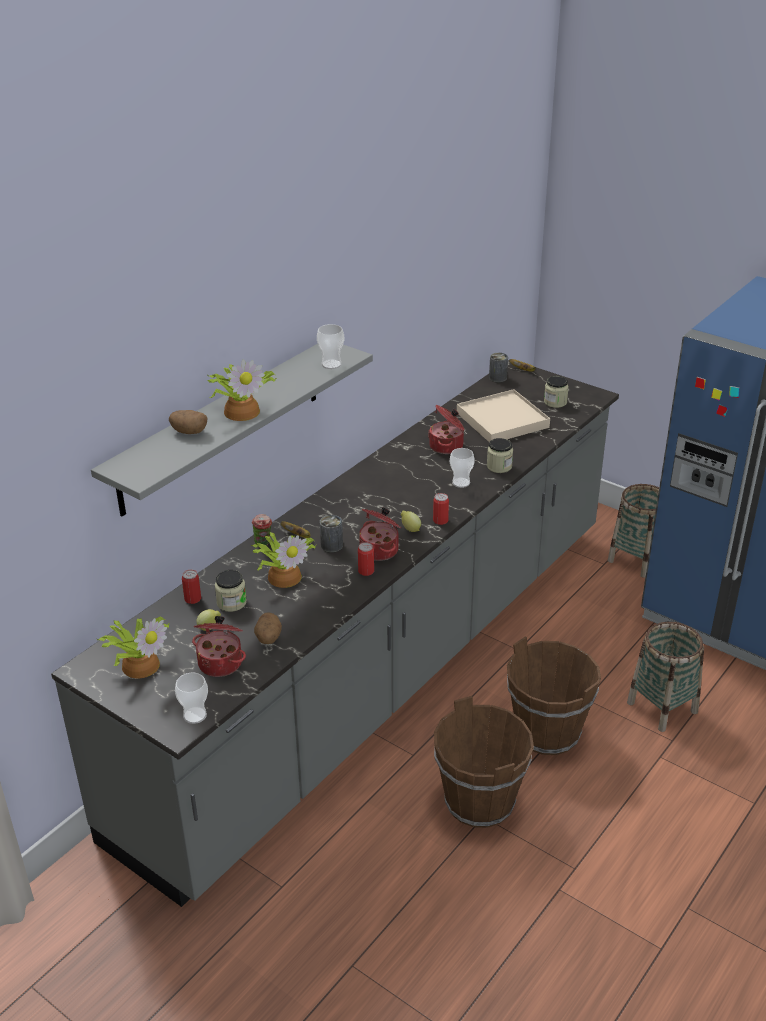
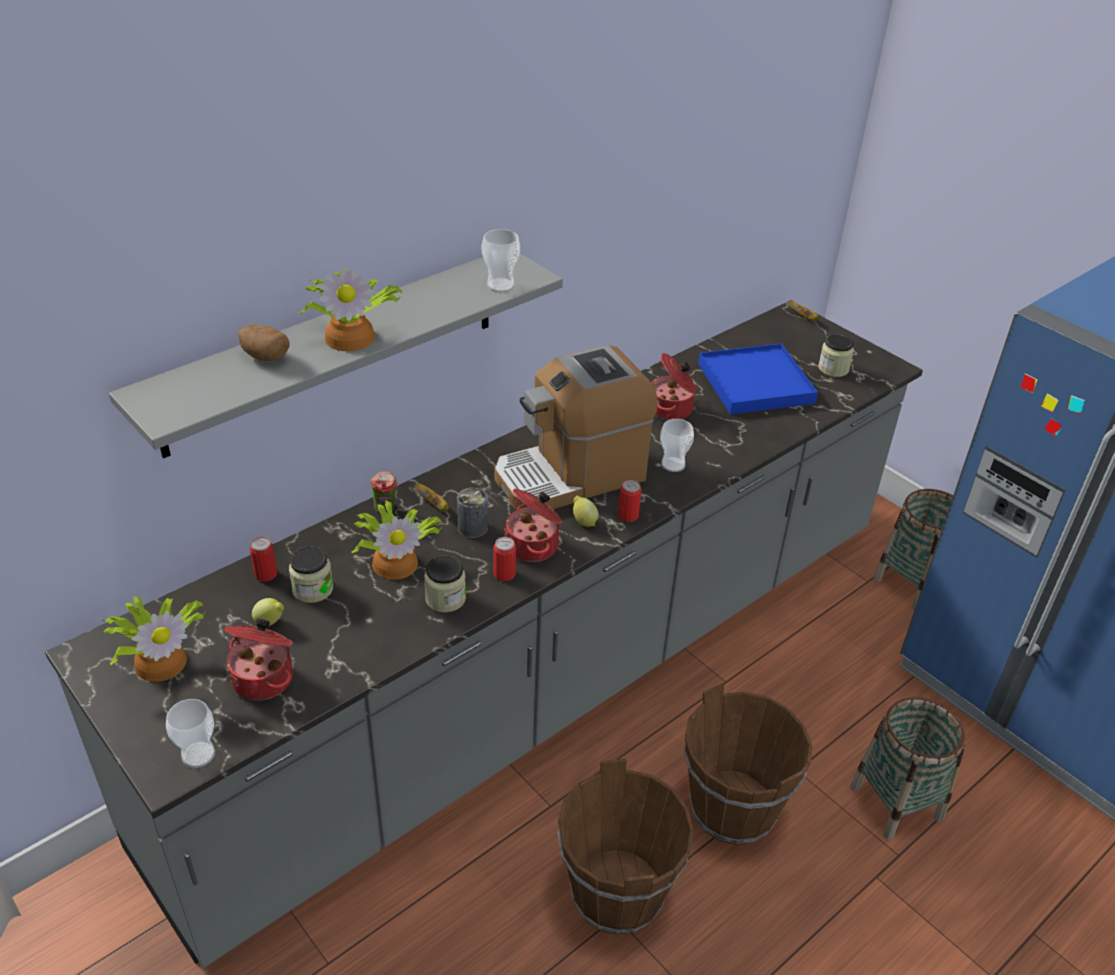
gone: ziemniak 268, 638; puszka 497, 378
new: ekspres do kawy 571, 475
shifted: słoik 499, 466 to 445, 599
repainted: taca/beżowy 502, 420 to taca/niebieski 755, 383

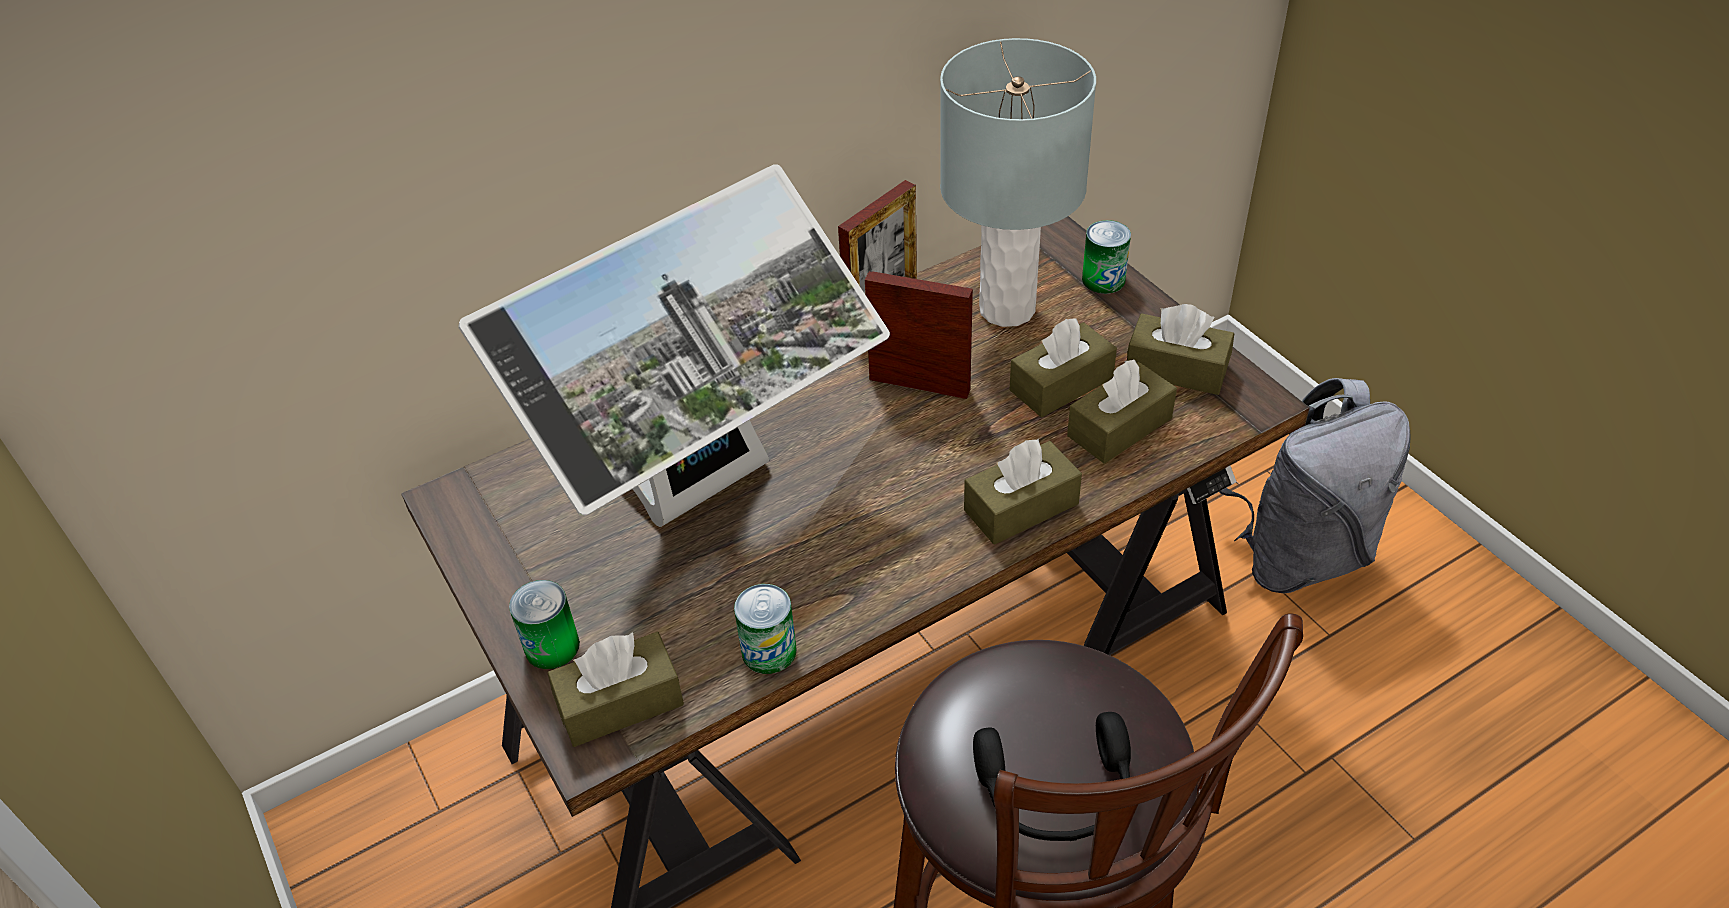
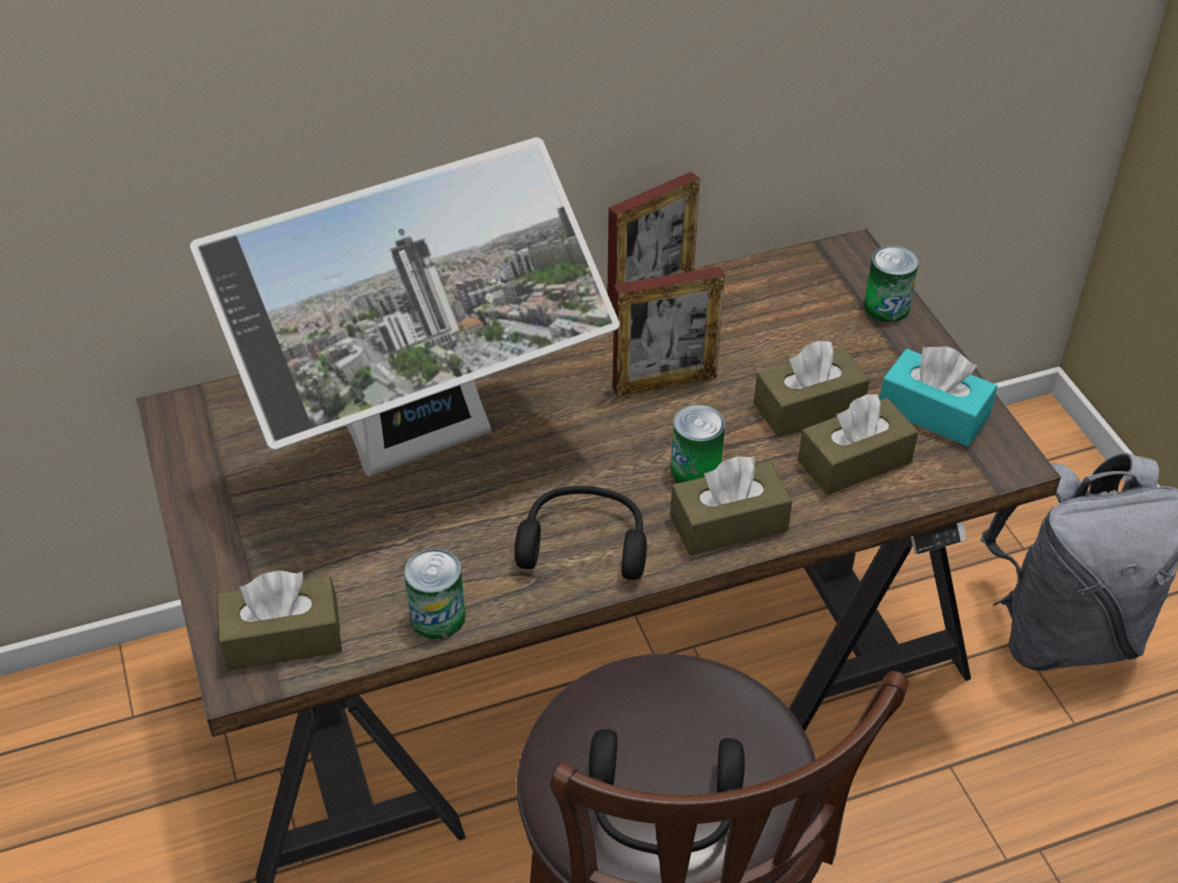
gone: lampa stołowa/szary 1007, 309
new: słuchawki/czarny 584, 543
shifted: puszka 552, 646 to 695, 470
repainted: pudełko chusteczek/brązowy 1176, 369 to pudełko chusteczek/turkusowy 933, 412
rotated: ramka na zdjęcie 919, 384 = 664, 382 135 degrees clockwise

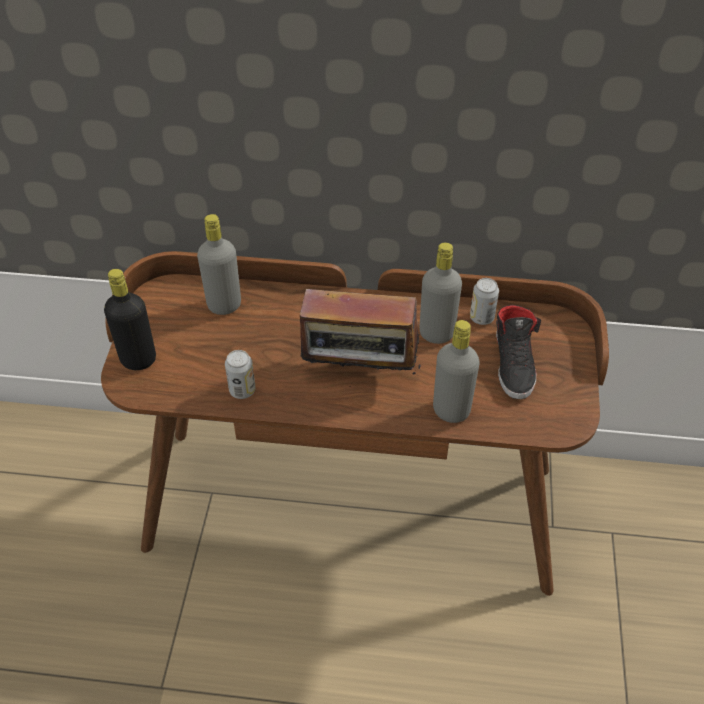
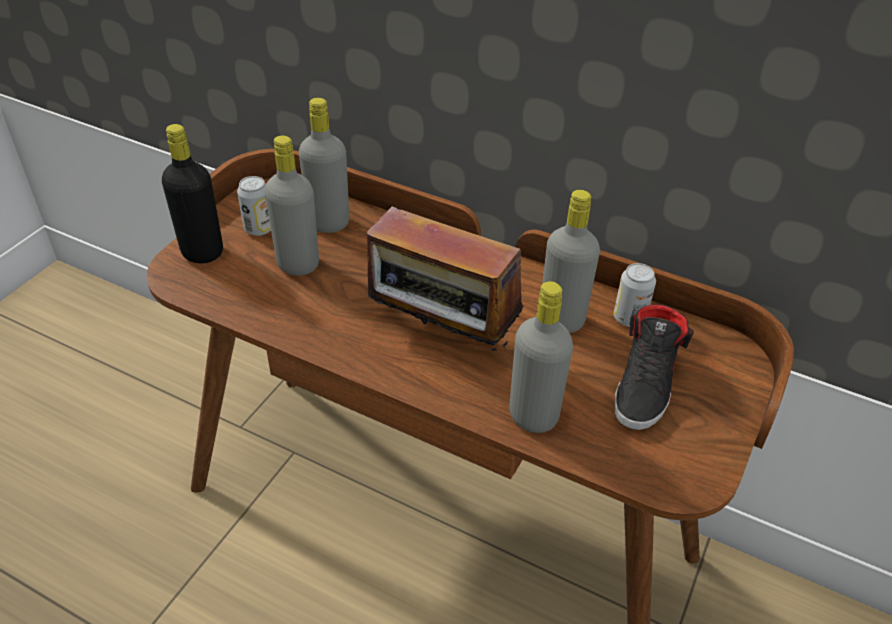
new: butelka/szary 298, 264
shifted: puszka 242, 390 to 259, 229

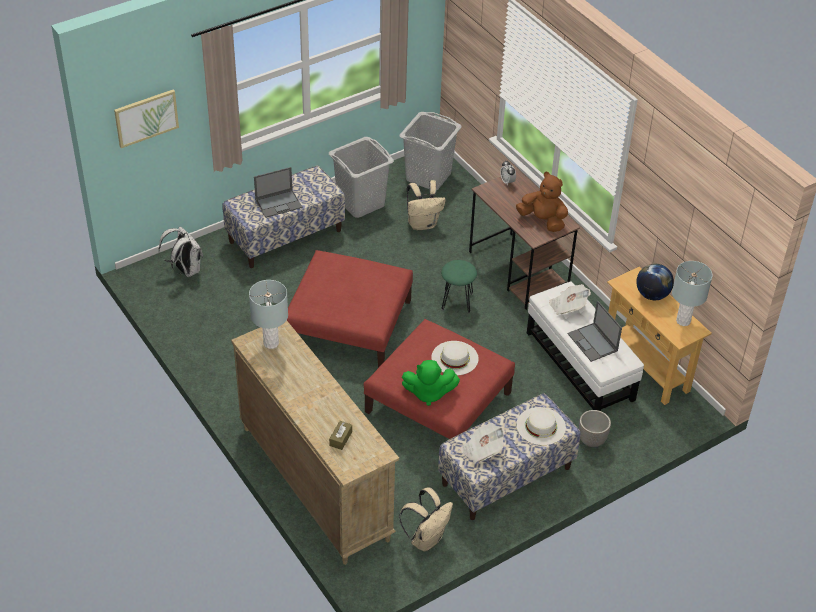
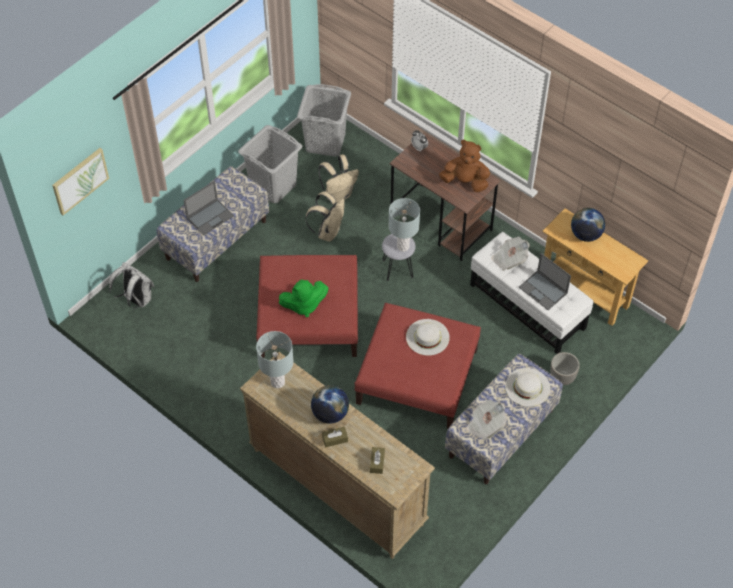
new: globus 330, 413; pudełko chusteczek/brązowy 335, 439
shifted: plecak/beżowy 426, 539 to 328, 232; pluszak/zielony 428, 393 to 303, 305; lampa stołowa/szary 683, 321 to 403, 246
repainted: stołek/zielony 456, 301 to stołek/szary 397, 268

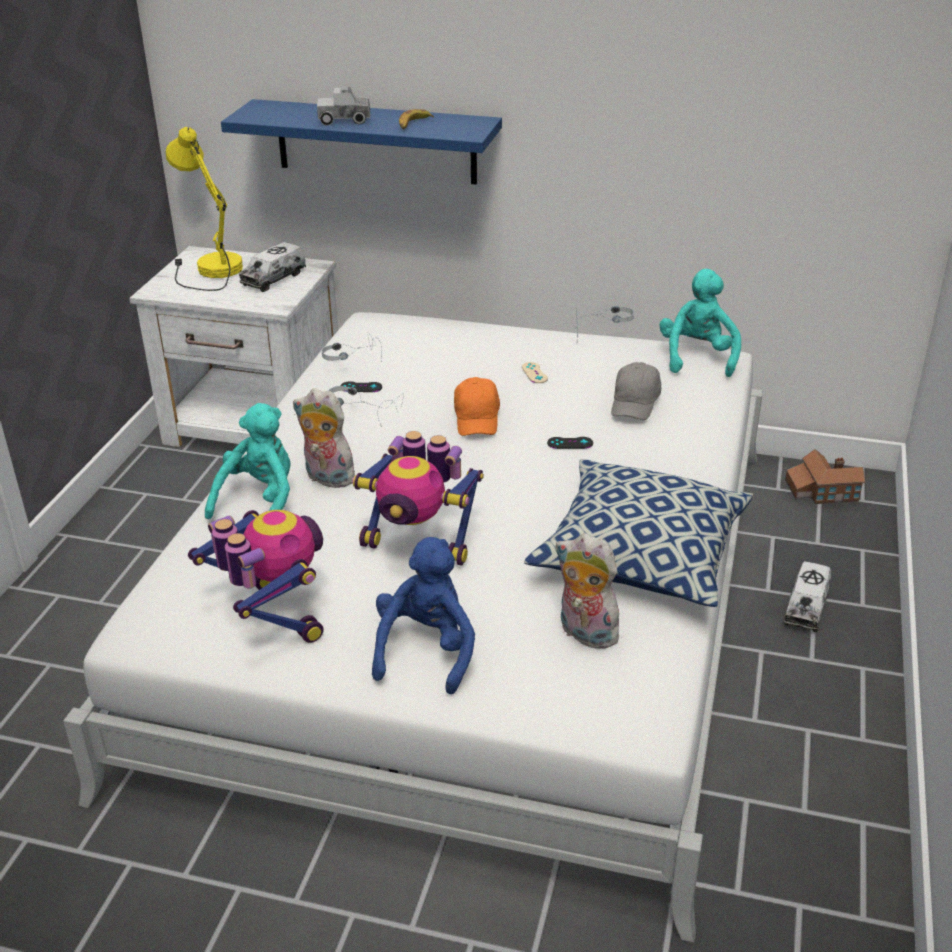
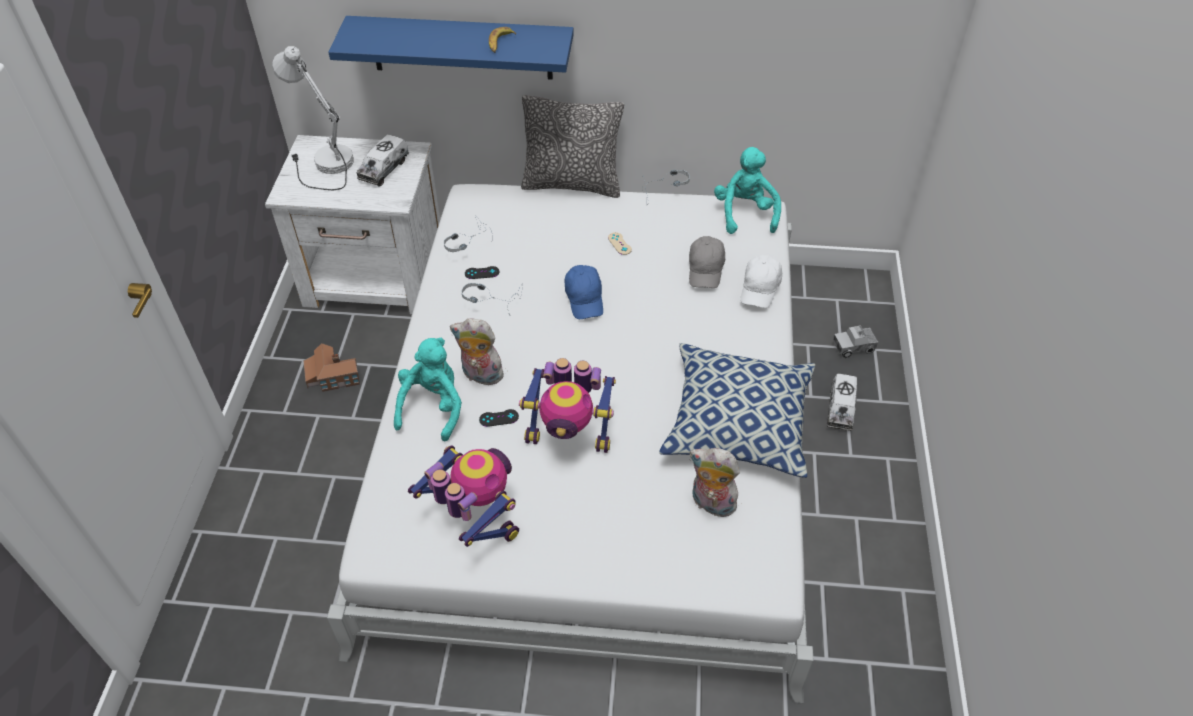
gone: pluszak/niebieski 426, 650
new: poduszka 572, 184; czapka z daszkiem/biały 760, 288
shifted: ciężarówka zabawkowa 344, 120 to 854, 347; pad do gier/czarny 570, 443 to 499, 418; domek 821, 491 to 332, 376
repainted: lampa stołowa/żółty 205, 270 to lampa stołowa/biały 321, 164; czapka z daszkiem/pomarańczowy 477, 419 to czapka z daszkiem/niebieski 585, 298

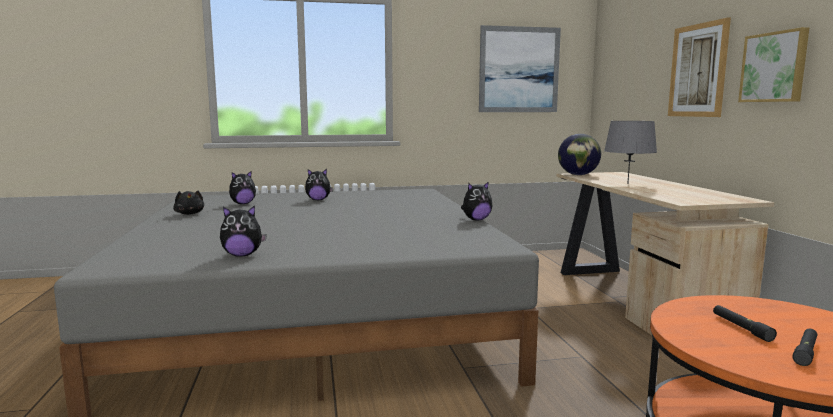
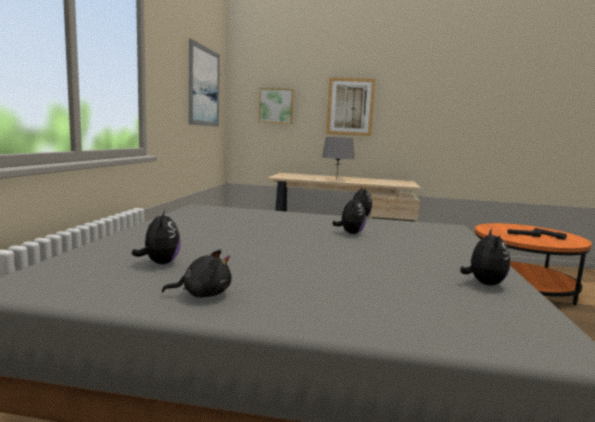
gone: globus 578, 175
shifted: pluszak 318, 200 to 350, 233; obraz 774, 67 to 276, 106

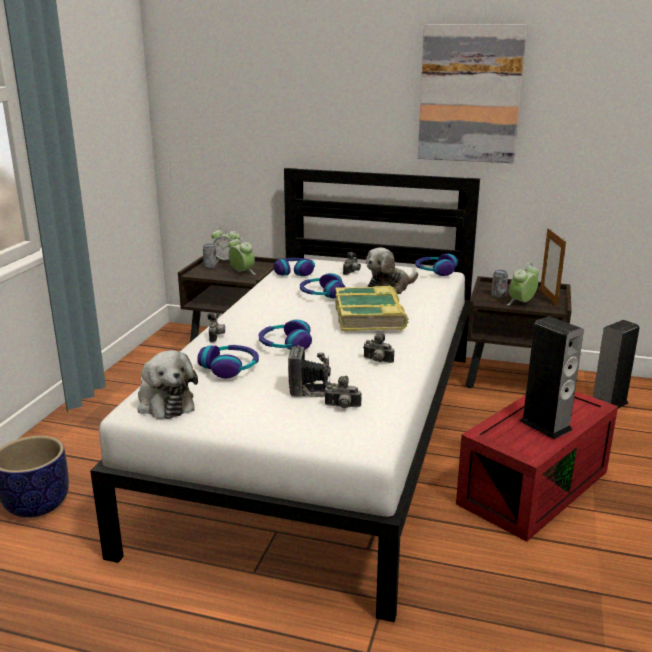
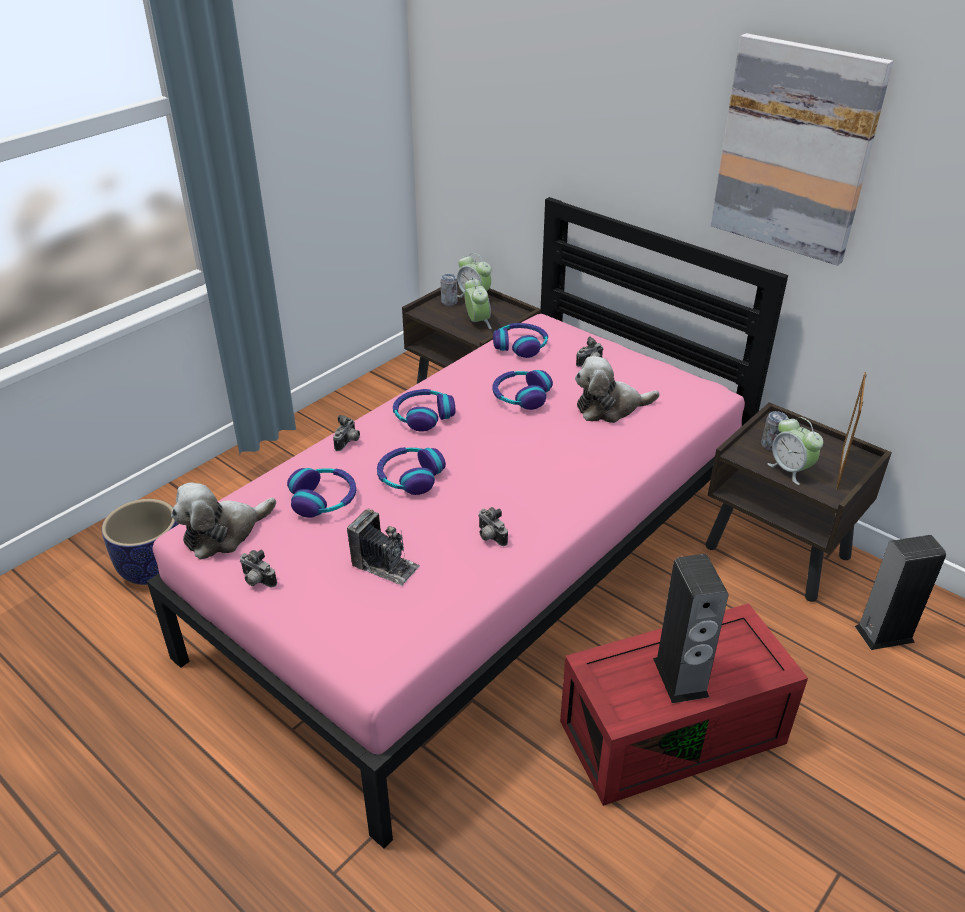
gone: książka 370, 316
shifted: aparat fotograficzny 342, 407 to 256, 581; słuchawki 435, 271 to 423, 416
repainted: łóżko/biały 326, 437 to łóżko/różowy 482, 572
rotated: pluszak 164, 402 = 224, 533 60 degrees clockwise; budzik 521, 303 = 790, 470 105 degrees counterclockwise

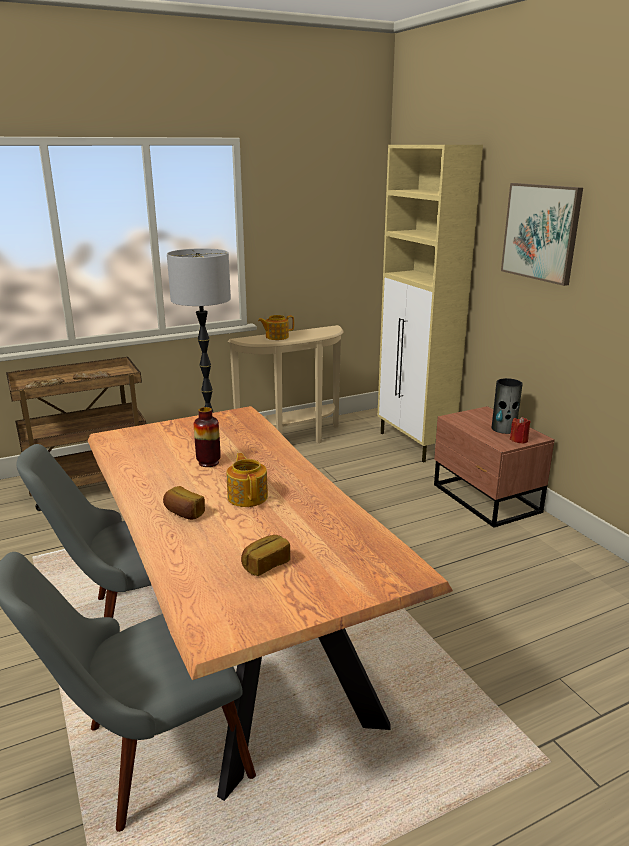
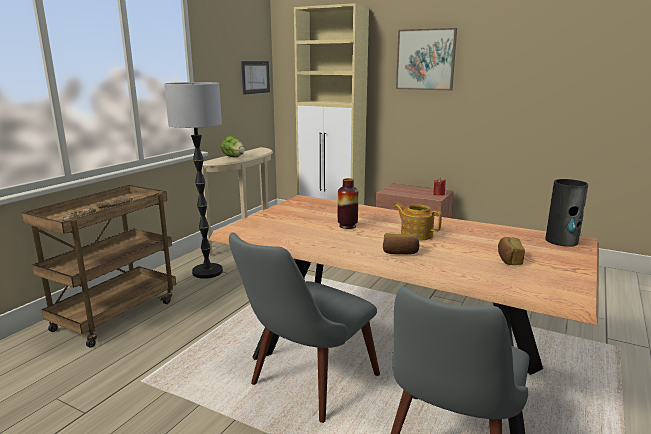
new: obraz 255, 77
shifted: wazon 504, 429 to 562, 241
swapped: imbryk 276, 337 to sałata 233, 157

